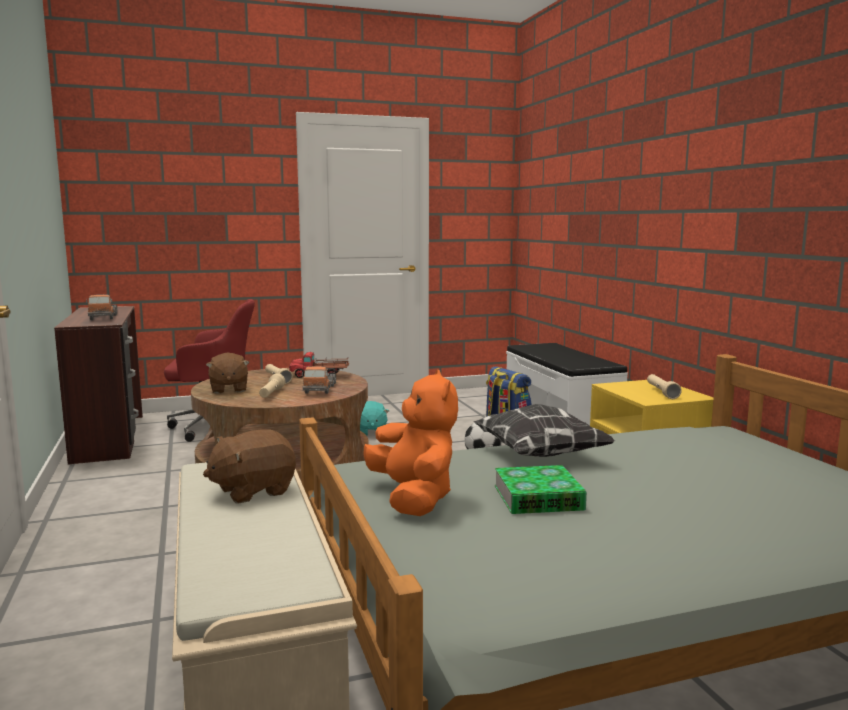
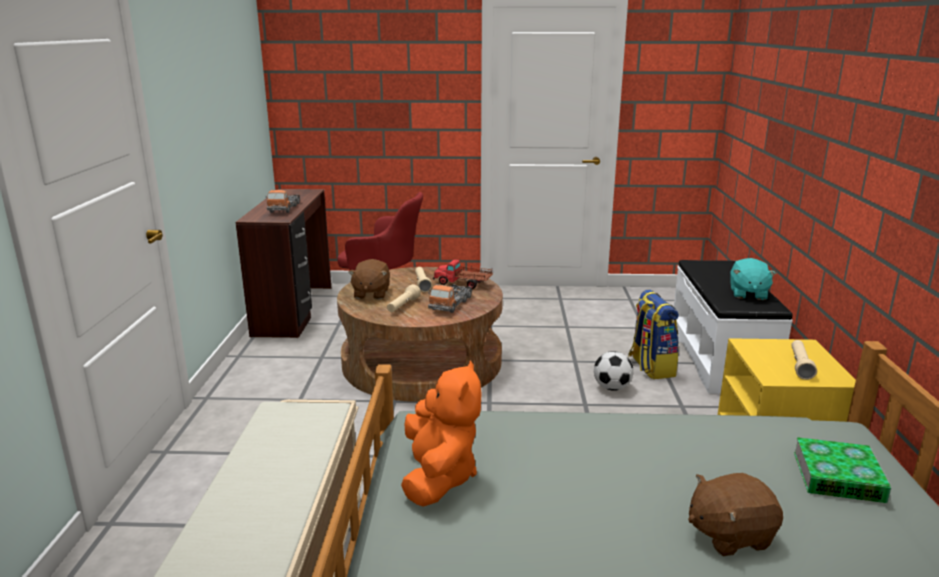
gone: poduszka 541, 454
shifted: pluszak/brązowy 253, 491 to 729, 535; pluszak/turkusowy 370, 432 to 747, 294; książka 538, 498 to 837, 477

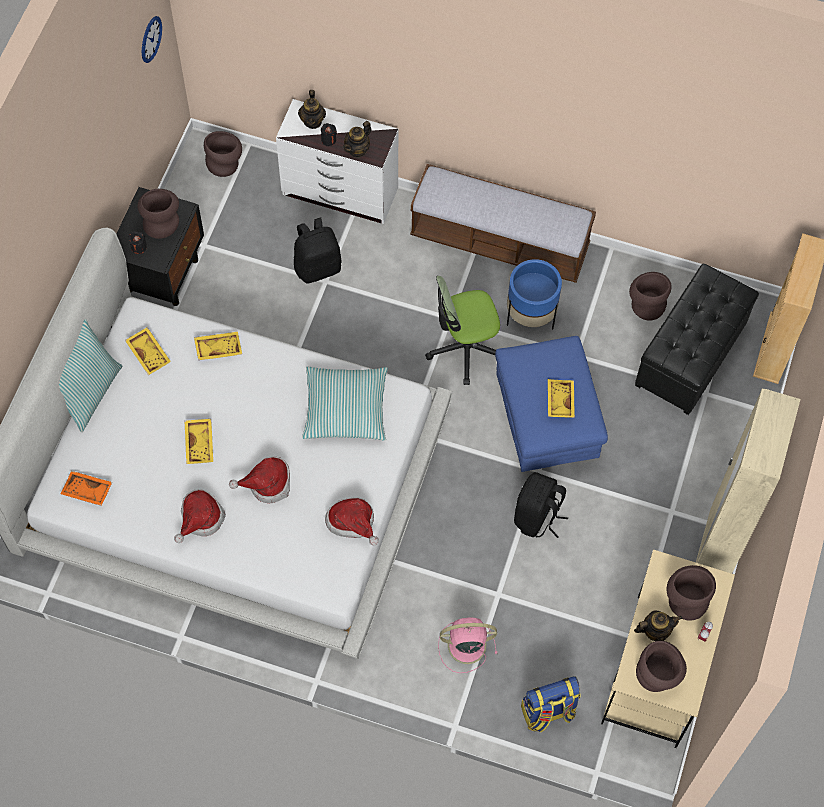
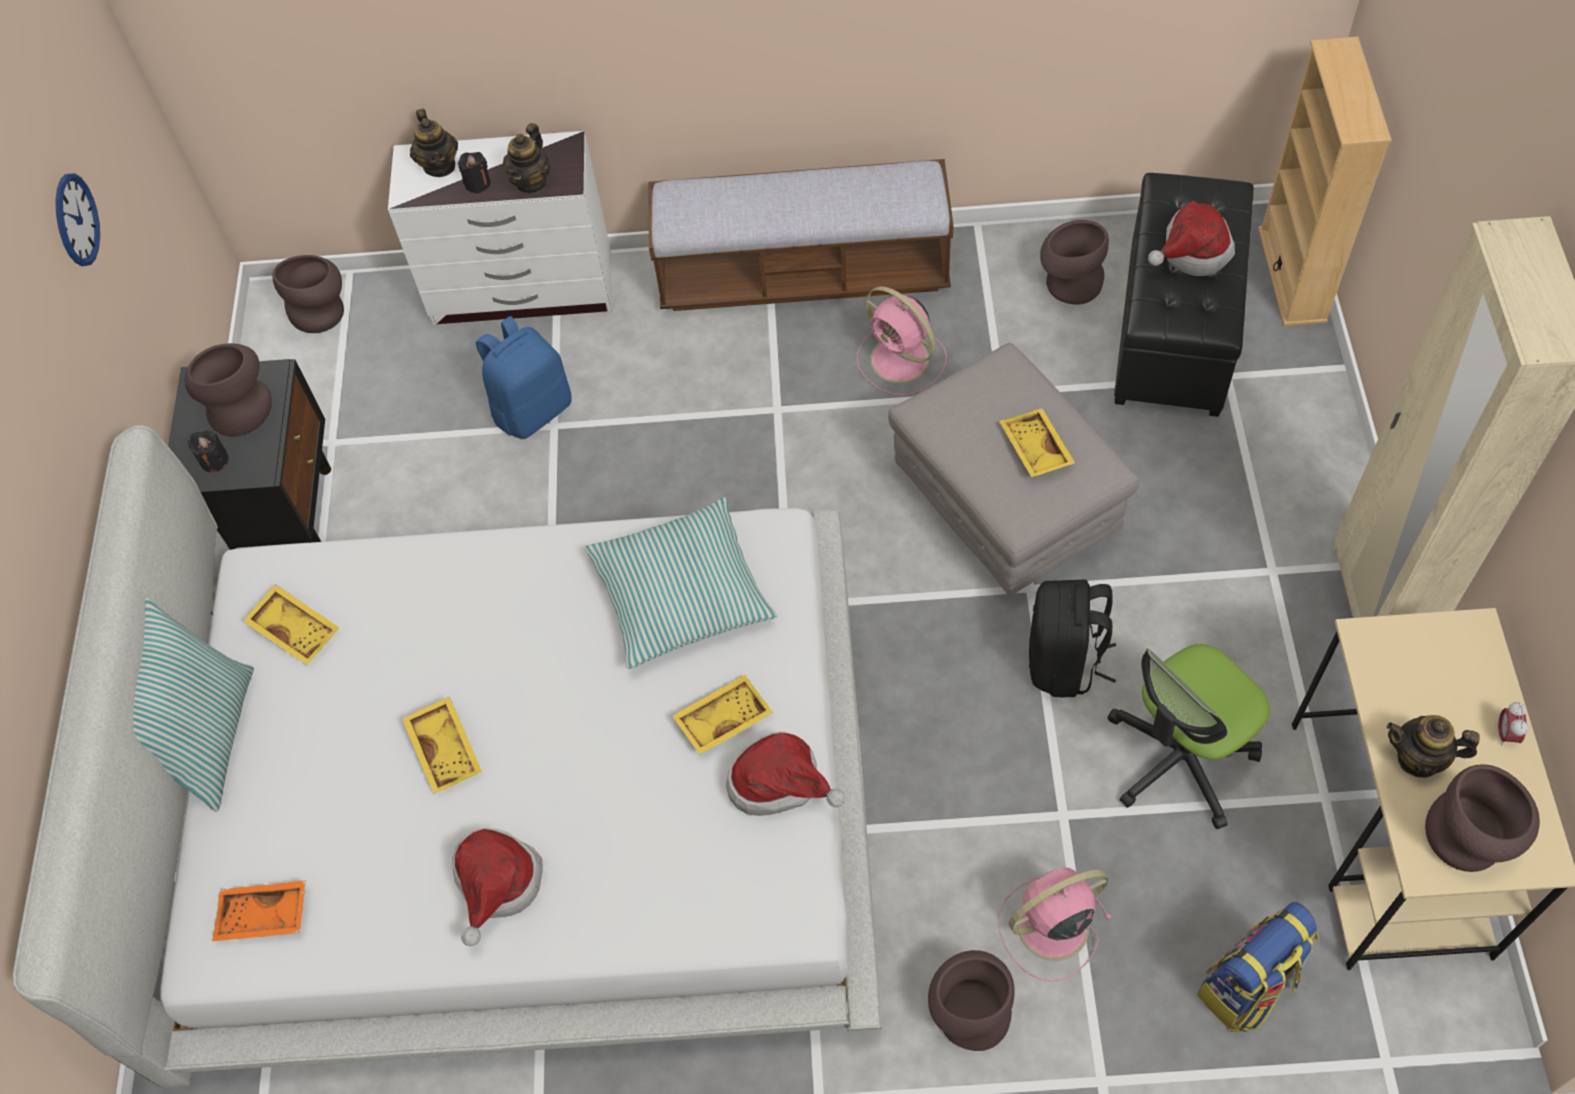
shifted: zegar ścienny 151, 39 to 76, 220; taca/żółty 218, 348 to 722, 718; kapelusz 267, 484 to 1191, 252; krzesło biurowe 464, 348 to 1179, 759; wazon/brązowy 685, 599 to 968, 1012
swapped: donica/niebieski 530, 315 to wentylator/różowy 902, 361
repainted: plecak/czarny 318, 267 to plecak/niebieski 532, 409; pufa/niebieski 546, 424 to pufa/szary 1006, 511
rotated: imbryk 655, 630 = 1419, 759 135 degrees counterclockwise

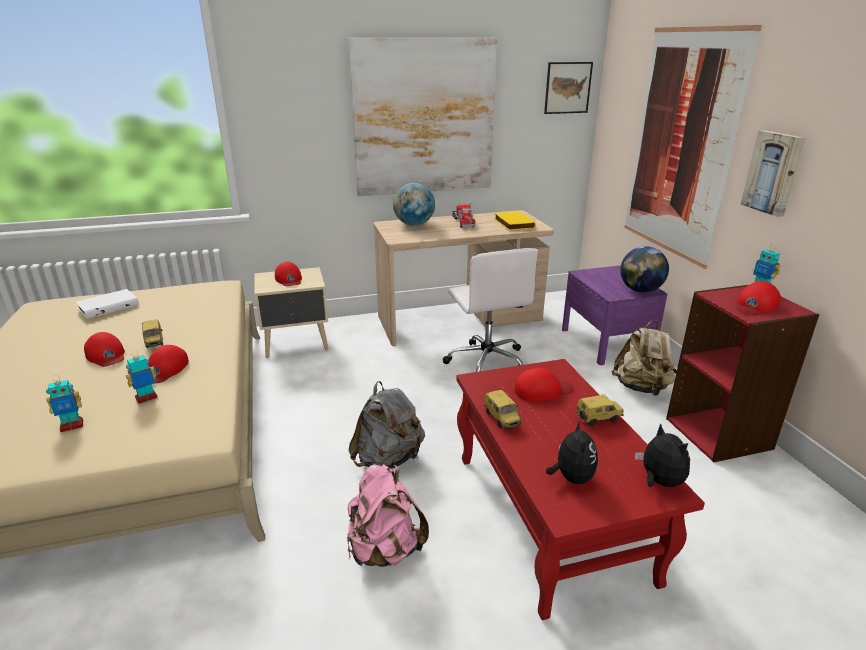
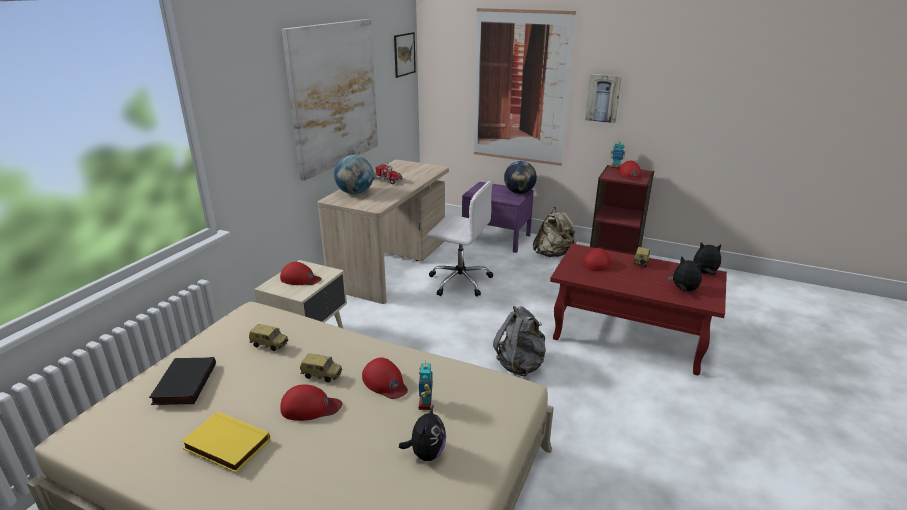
gone: plecak/różowy 384, 549
shifted: samochodzik 502, 419 to 270, 345; książka/żółty 513, 223 to 225, 446
swapped: robot zabawkowy 72, 426 to pluszak 426, 453
repainted: książka/biały 108, 306 to książka/czarny 183, 383

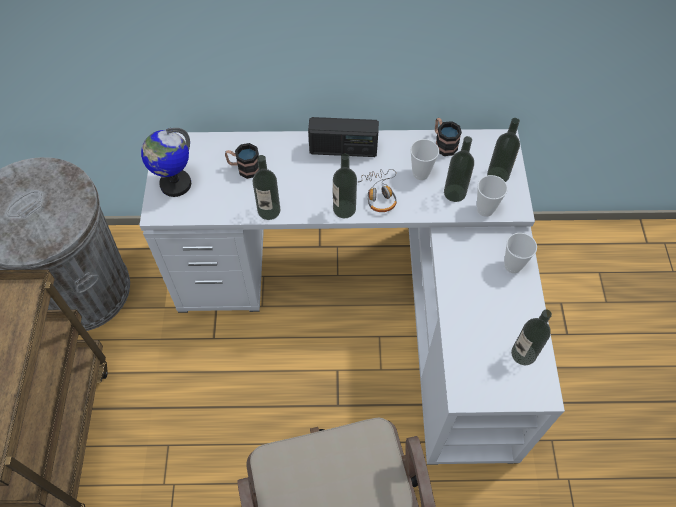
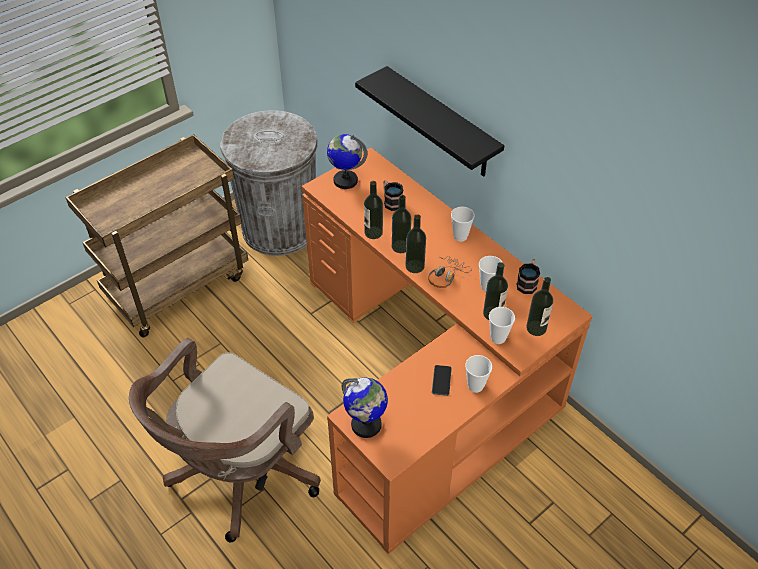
new: globus 366, 425; półka/czarny 441, 124; telefon 441, 380
shifted: butelka 523, 354 to 400, 246
swapped: radio 343, 149 to filiżanka 460, 236
repainted: biurko/biały 372, 300 to biurko/pomarańczowy 427, 379

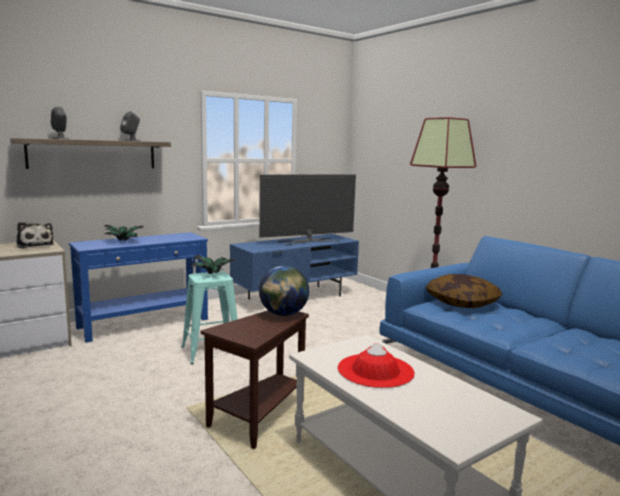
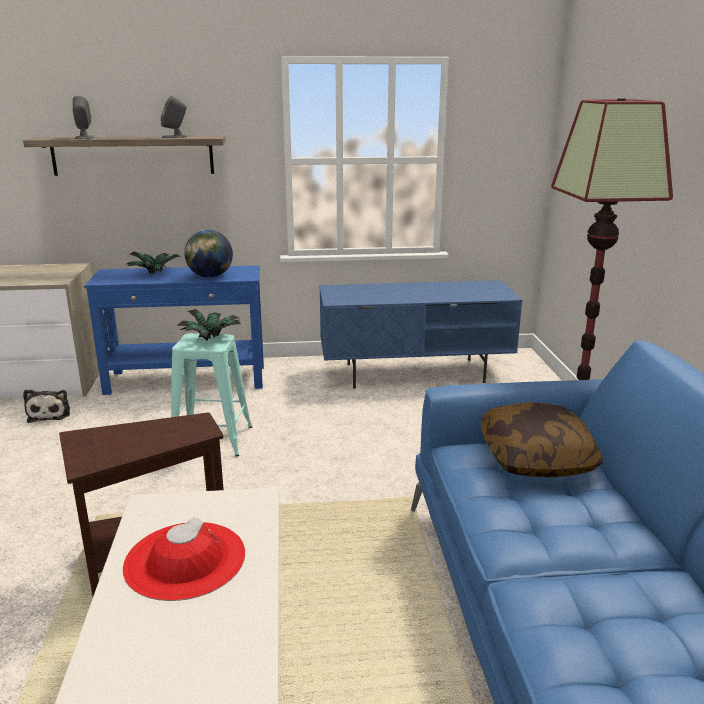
gone: telewizor 308, 241
shifted: pluszak 34, 245 to 50, 414; globus 283, 314 to 210, 276

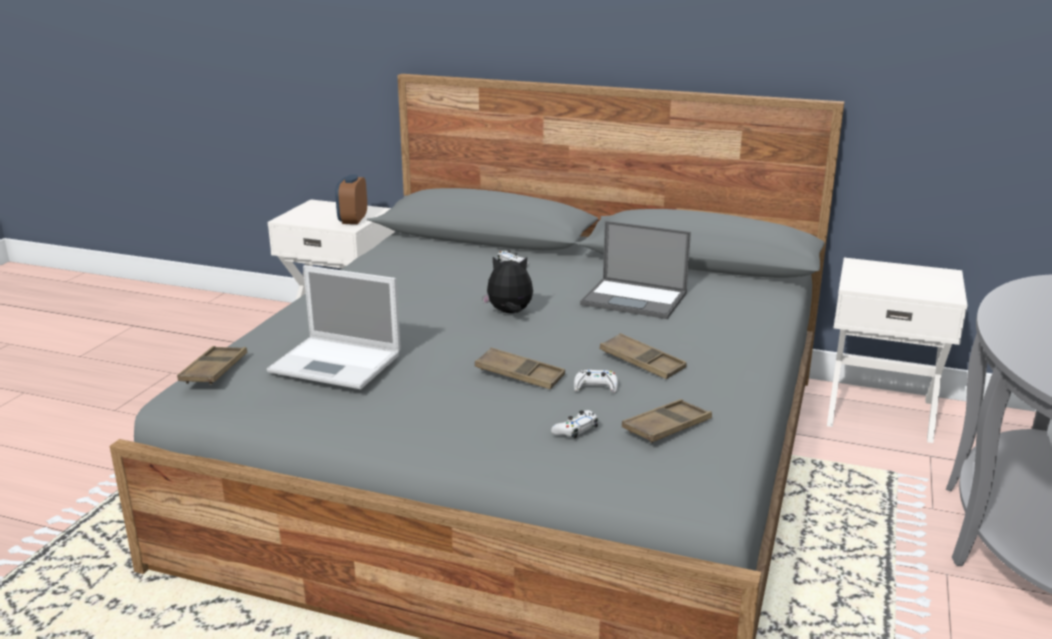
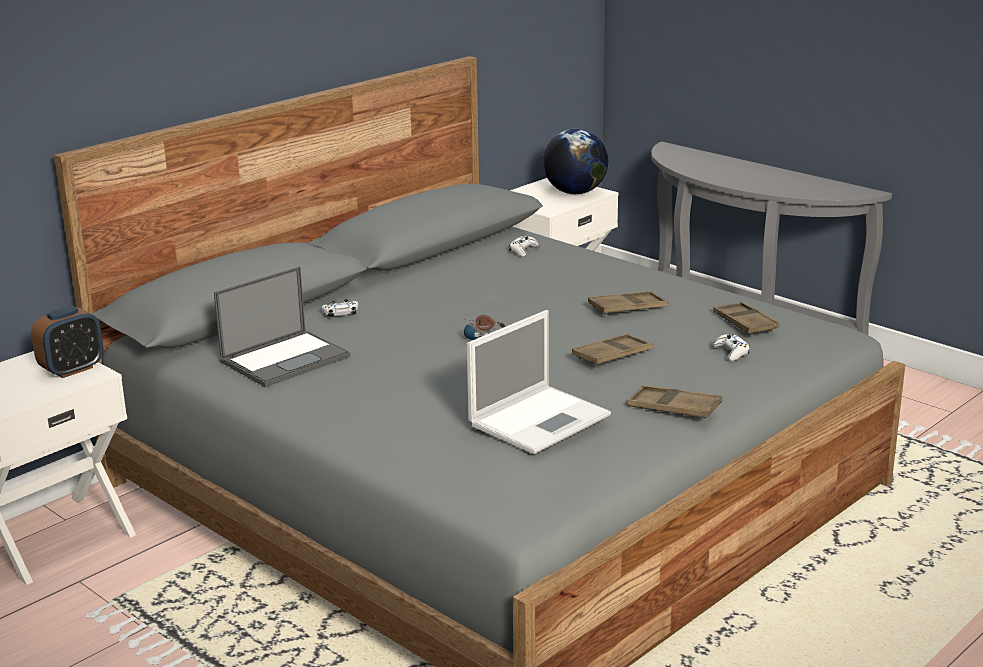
new: globus 575, 192
shifted: taca/brązowy 214, 370 to 673, 408; pad do gier/biały 595, 387 to 523, 250; laptop 635, 299 to 286, 358
swapped: pluszak 509, 313 to słuchawki 479, 334
rotated: budzik 353, 220 = 72, 369 75 degrees counterclockwise

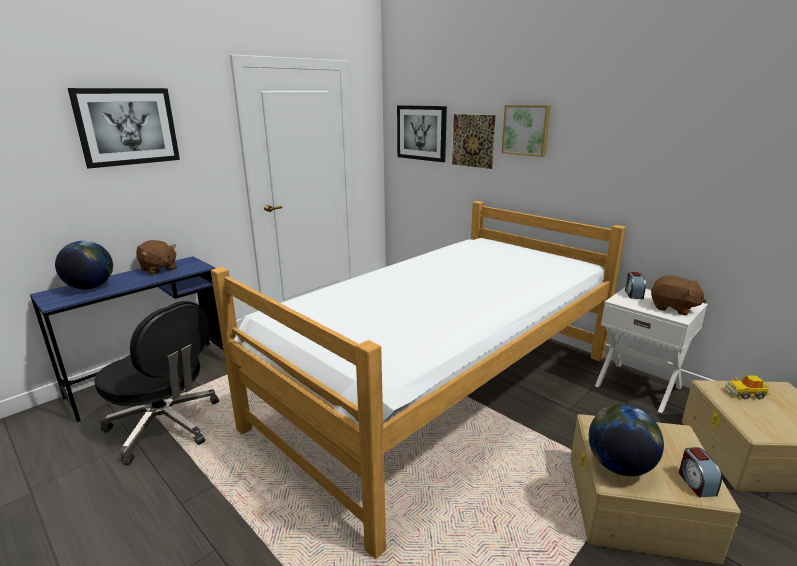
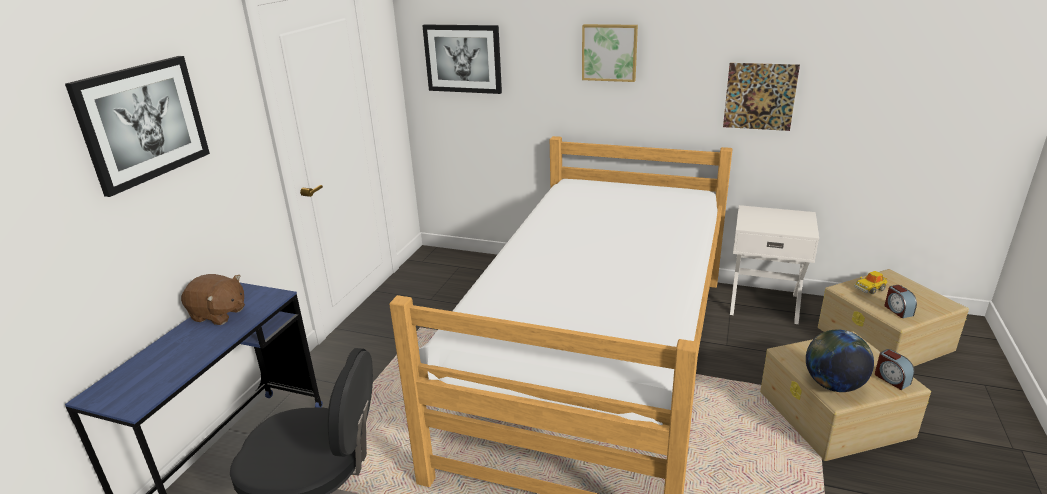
gone: globus 91, 287; pluszak/brązowy 673, 308
shifted: obraz 473, 141 to 760, 96; budzik 633, 294 to 897, 310

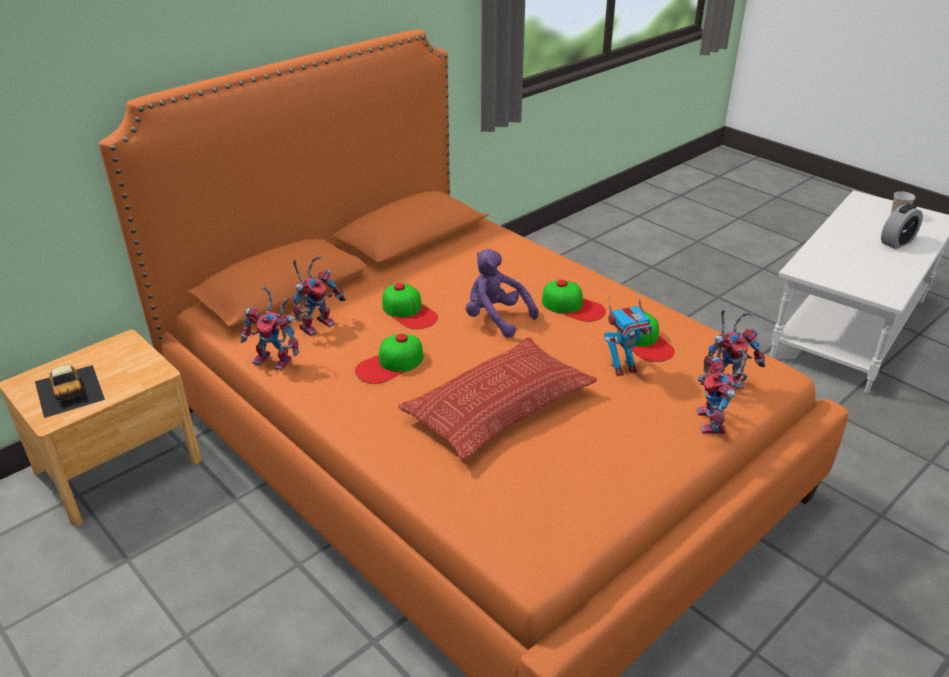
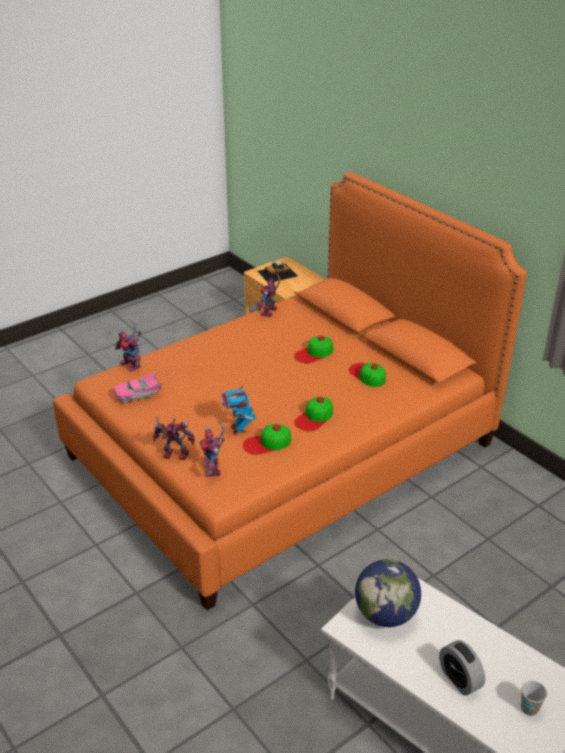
gone: poduszka 499, 405; pluszak/fioletowy 495, 318
new: samochodzik/różowy 138, 394; globus 385, 614
shifted: robot zabawkowy 318, 324 to 133, 365; czapka z daszkiem 390, 364 to 367, 375

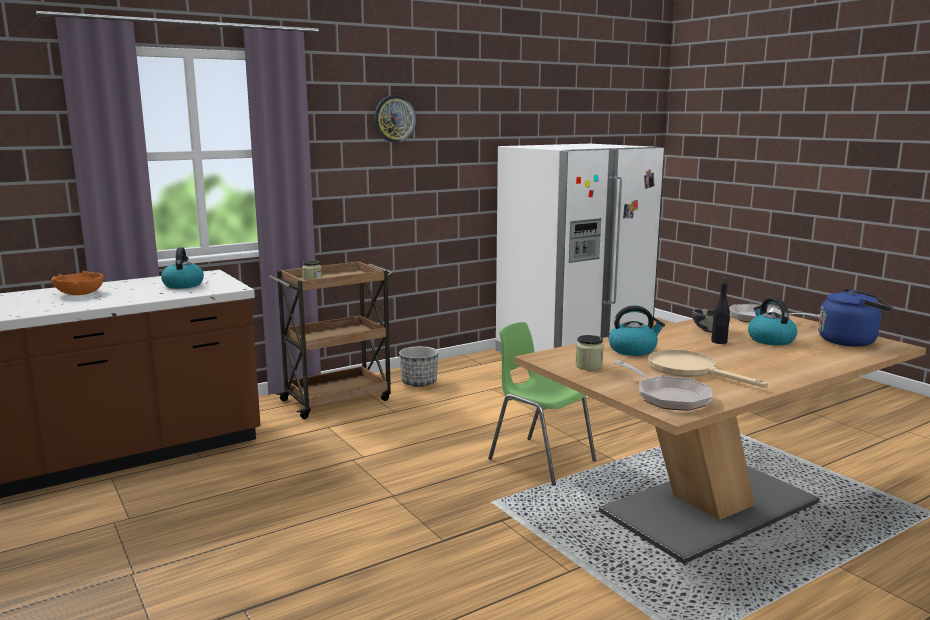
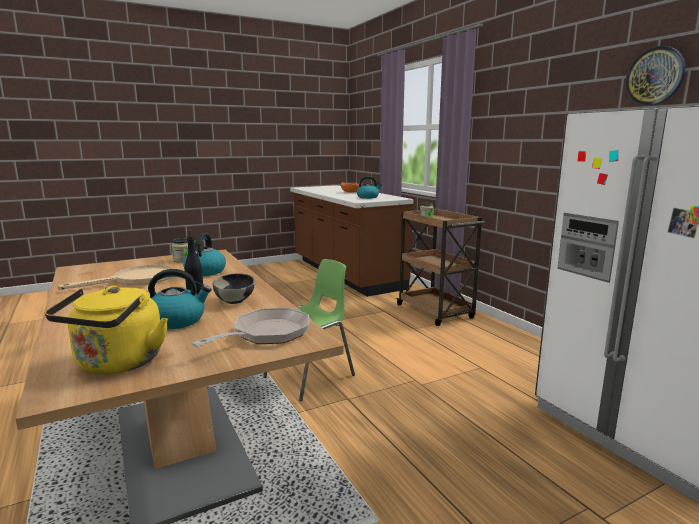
gone: donica 419, 383; patelnia 668, 397
shifted: zegar ścienny 394, 119 to 655, 76
repainted: czajnik/niebieski 850, 341 to czajnik/żółty 117, 364

